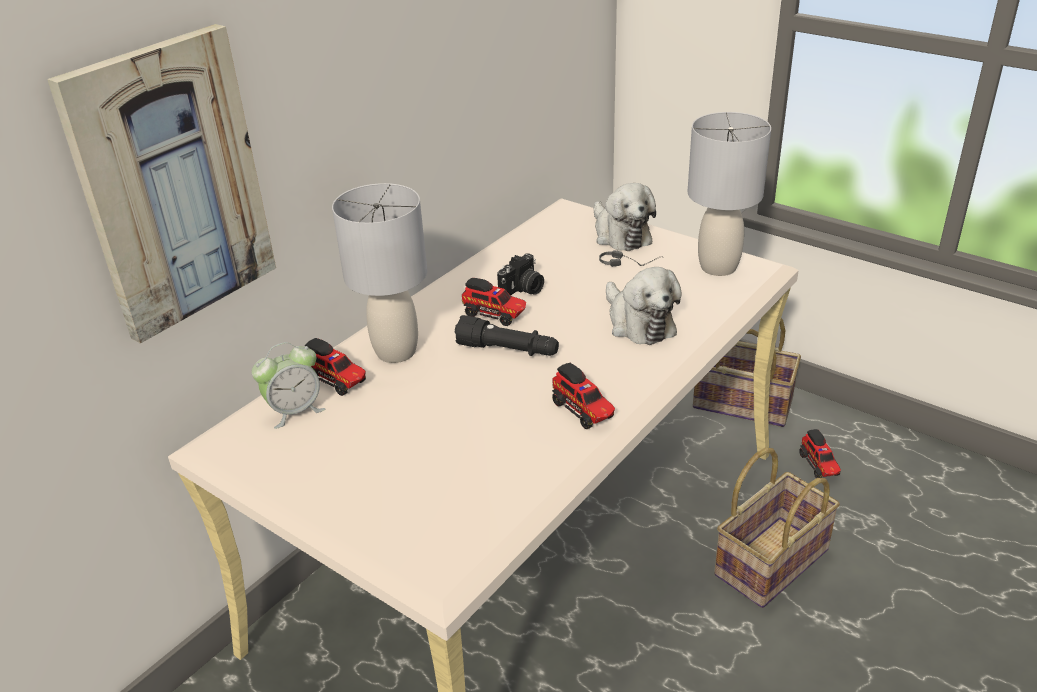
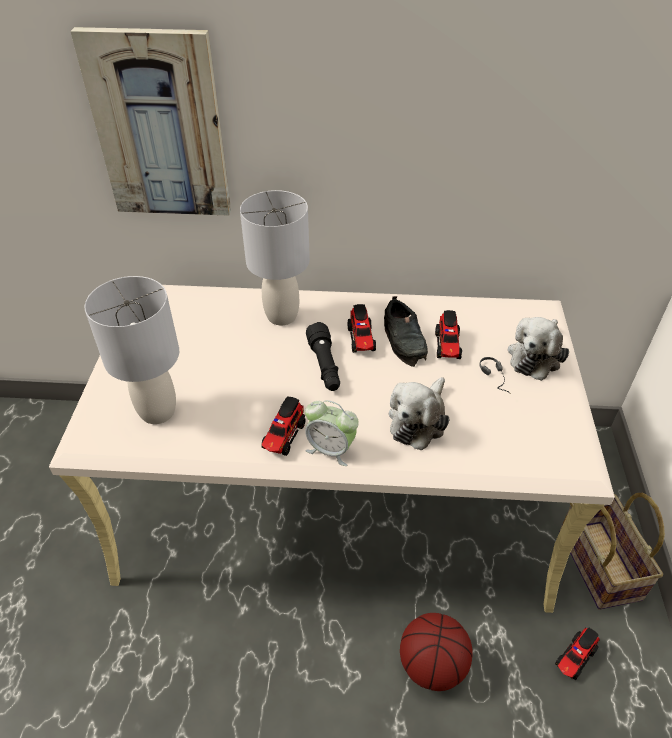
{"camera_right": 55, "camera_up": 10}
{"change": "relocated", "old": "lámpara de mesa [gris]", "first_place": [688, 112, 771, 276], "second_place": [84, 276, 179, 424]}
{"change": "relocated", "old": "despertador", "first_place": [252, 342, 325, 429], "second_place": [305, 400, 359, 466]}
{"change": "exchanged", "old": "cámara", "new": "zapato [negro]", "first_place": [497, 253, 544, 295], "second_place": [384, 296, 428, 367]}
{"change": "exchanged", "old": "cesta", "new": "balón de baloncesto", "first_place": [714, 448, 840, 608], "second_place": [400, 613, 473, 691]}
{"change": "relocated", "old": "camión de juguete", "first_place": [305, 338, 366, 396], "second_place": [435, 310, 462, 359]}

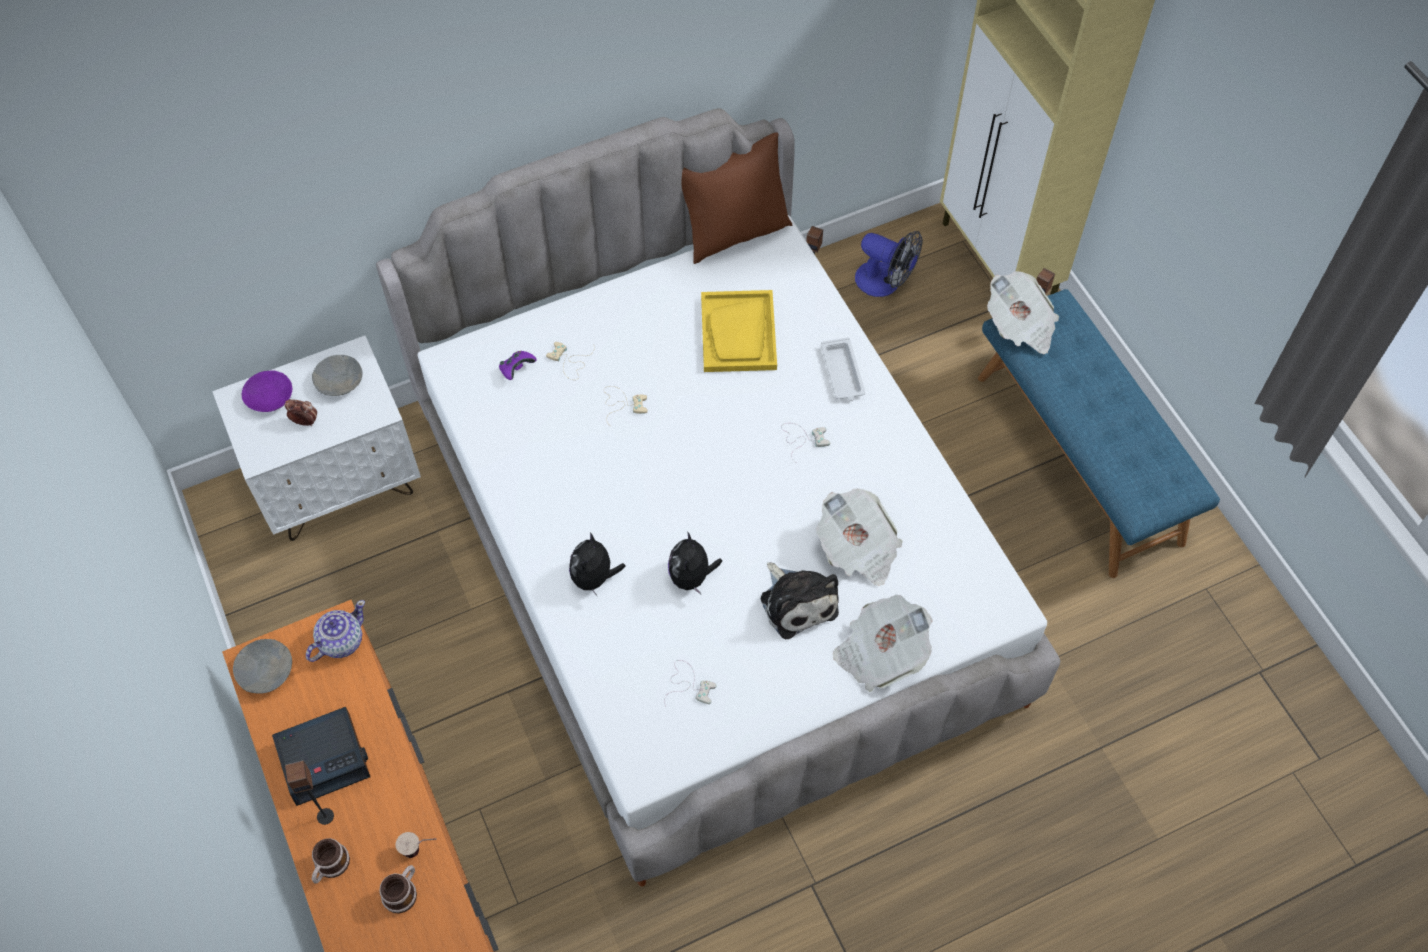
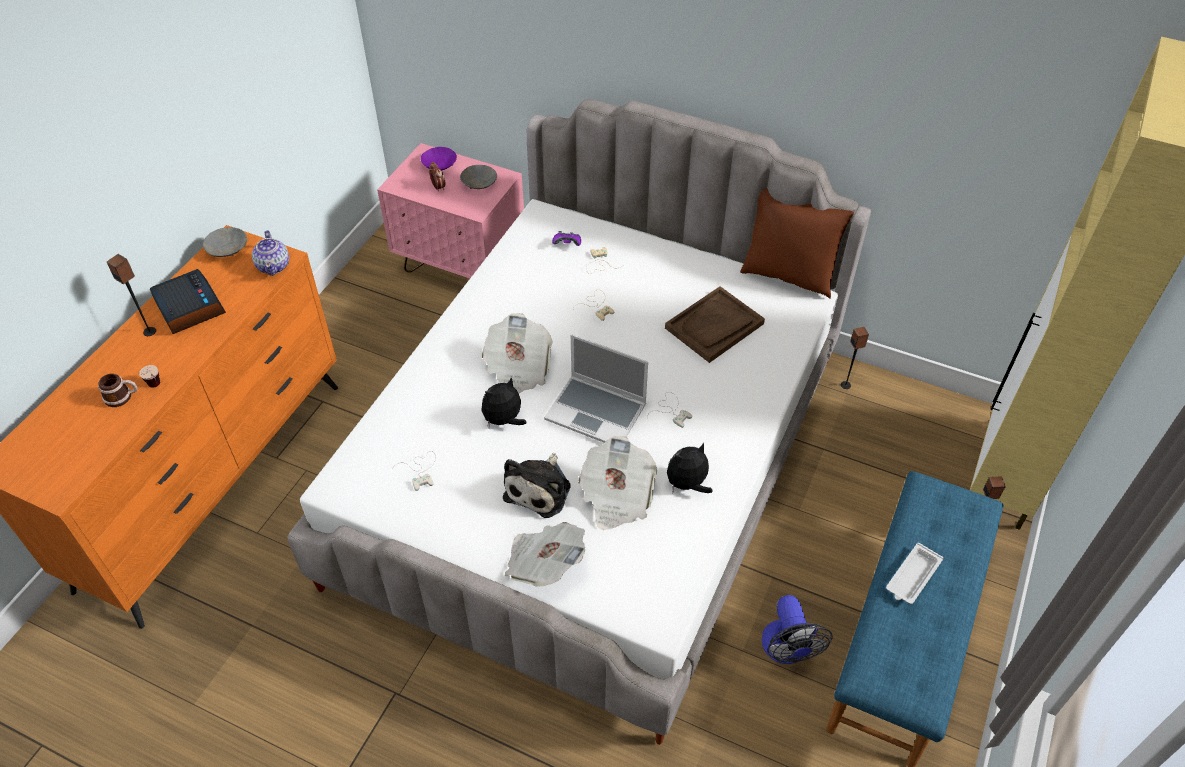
{"camera_right": 50, "camera_up": -10}
{"change": "spun", "old": "despertador", "first_place": [272, 707, 370, 806], "second_place": [150, 269, 226, 334], "degrees": -150}
{"change": "spun", "old": "tetera", "first_place": [306, 600, 365, 662], "second_place": [252, 231, 289, 276], "degrees": 75}
{"change": "colour", "old": "mesita de noche [blanco]", "new": "mesita de noche [rosa]", "first_place": [212, 335, 421, 541], "second_place": [377, 143, 524, 278]}
{"change": "relocated", "old": "periódico", "first_place": [987, 271, 1059, 354], "second_place": [482, 313, 553, 394]}
{"change": "appeared", "new": "portátil", "second_place": [544, 334, 648, 443]}
{"change": "colour", "old": "bandeja [amarillo]", "new": "bandeja [marrón]", "first_place": [701, 290, 777, 372], "second_place": [665, 286, 765, 363]}
{"change": "relocated", "old": "peluche", "first_place": [569, 532, 626, 597], "second_place": [667, 443, 712, 493]}
{"change": "relocated", "old": "ventilador", "first_place": [855, 231, 923, 297], "second_place": [762, 595, 833, 664]}
{"change": "relocated", "old": "bandeja [blanco]", "first_place": [821, 338, 865, 401], "second_place": [886, 543, 943, 604]}
{"change": "missing", "old": "taza grande", "first_place": [312, 838, 350, 884]}

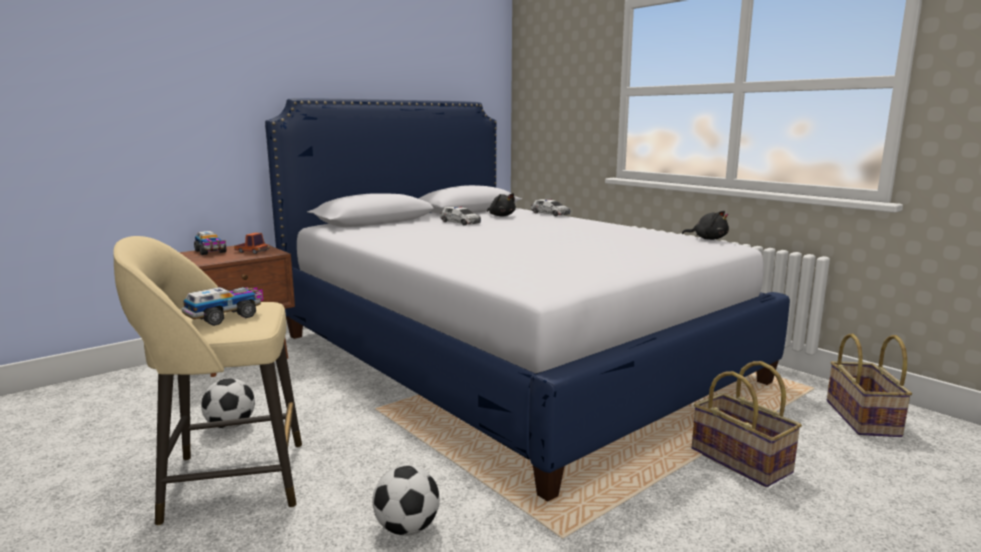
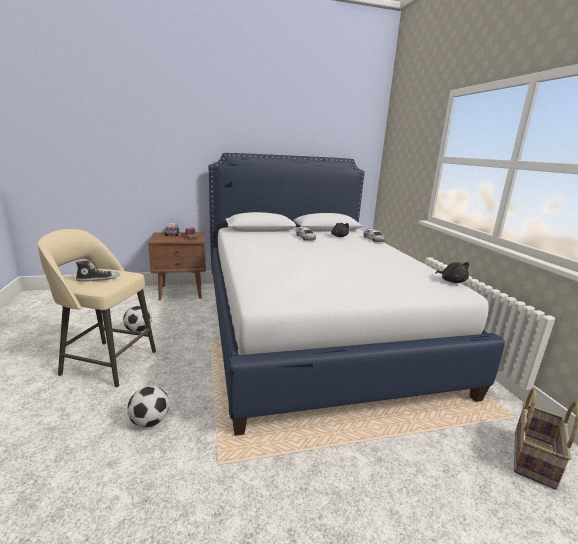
{"camera_right": 25, "camera_up": 5}
{"change": "exchanged", "old": "camión de juguete", "new": "zapato", "first_place": [181, 287, 263, 326], "second_place": [76, 261, 120, 282]}
{"change": "missing", "old": "cesta", "first_place": [692, 361, 802, 487]}

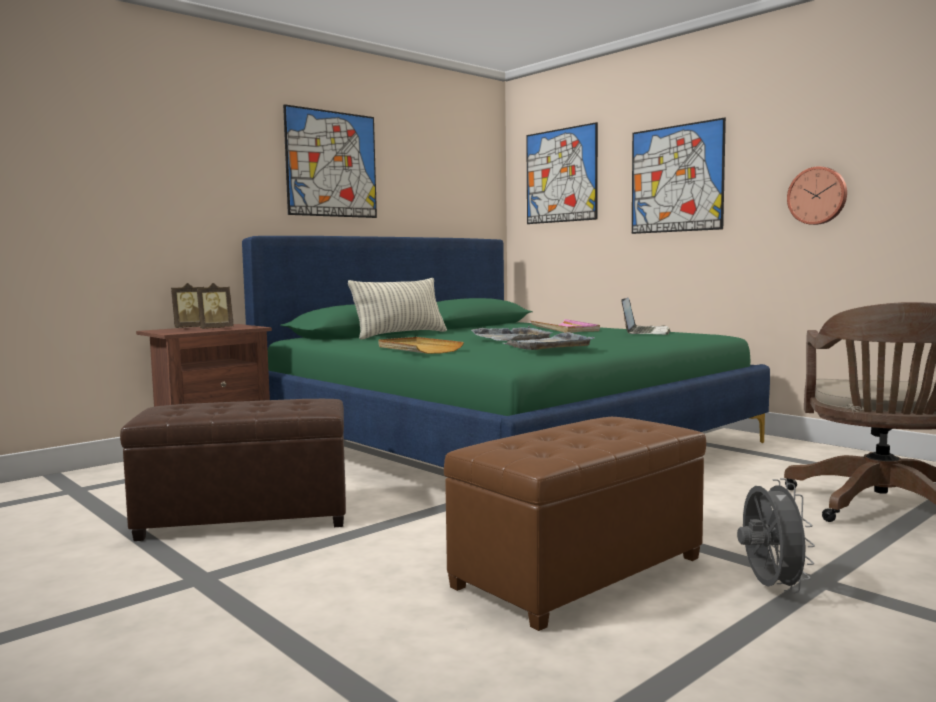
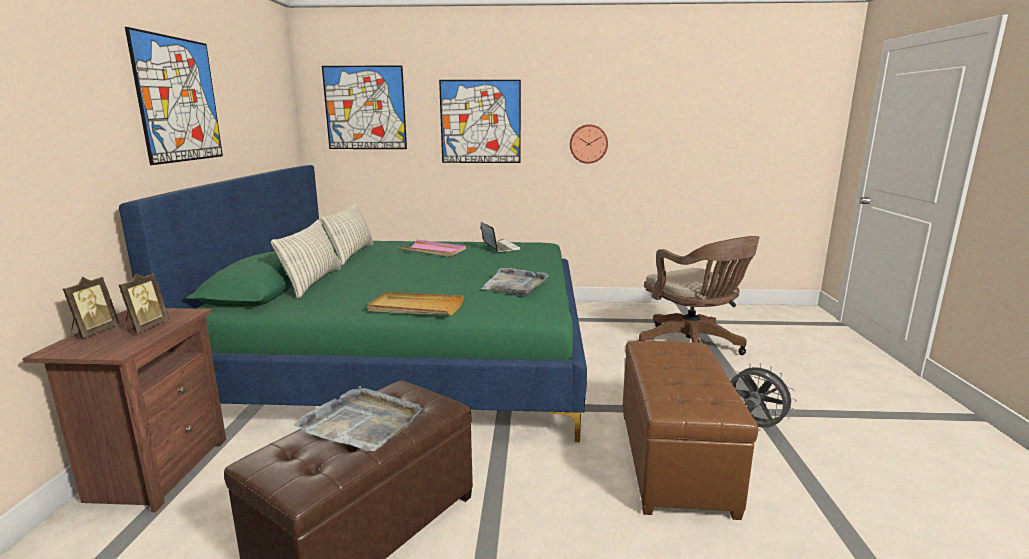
{"camera_right": -45, "camera_up": 10}
{"change": "relocated", "old": "bandeja [gris]", "first_place": [471, 326, 553, 341], "second_place": [293, 386, 423, 451]}
{"change": "appeared", "new": "cojín", "second_place": [321, 203, 373, 266]}

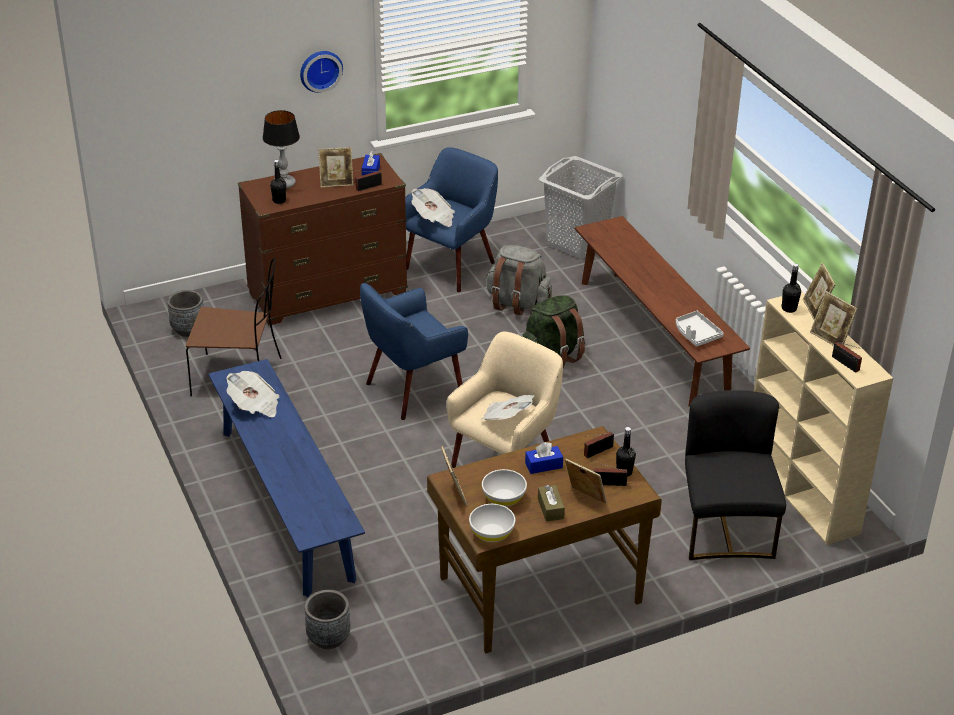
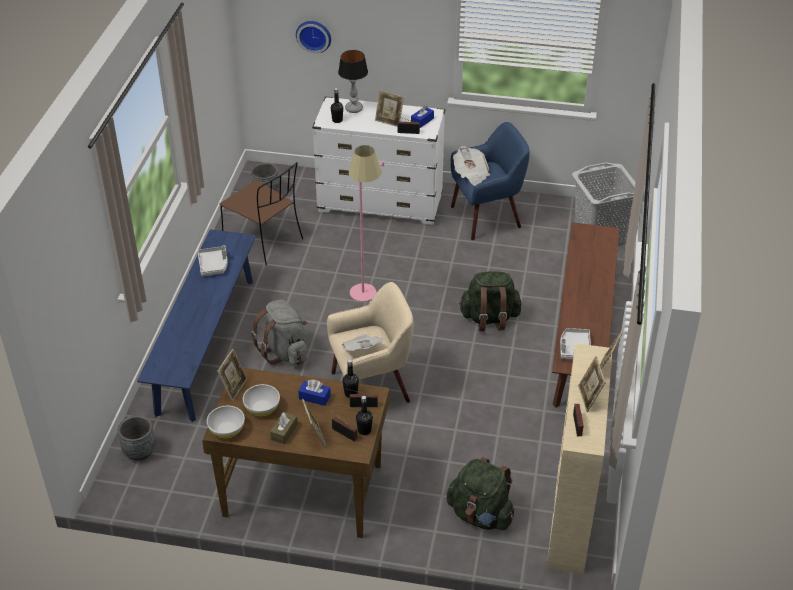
{"camera_right": 35, "camera_up": 5}
{"change": "exchanged", "old": "periódico", "new": "bandeja [gris]", "first_place": [226, 371, 279, 417], "second_place": [197, 245, 228, 276]}
{"change": "relocated", "old": "mochila [gris]", "first_place": [486, 245, 552, 315], "second_place": [252, 300, 308, 366]}
{"change": "relocated", "old": "reloj de pared", "first_place": [300, 51, 343, 93], "second_place": [296, 21, 331, 53]}
{"change": "colour", "old": "cómoda [marrón]", "new": "cómoda [blanco]", "first_place": [238, 153, 408, 325], "second_place": [312, 97, 445, 225]}
{"change": "relocated", "old": "botella [negro]", "first_place": [781, 263, 801, 313], "second_place": [343, 359, 359, 398]}
{"change": "exchanged", "old": "sillón [azul]", "new": "lámpara de pie [rosa]", "first_place": [360, 283, 468, 420], "second_place": [349, 145, 384, 302]}
{"change": "exchanged", "old": "silla [negro]", "new": "mochila [verde]", "first_place": [685, 390, 786, 560], "second_place": [446, 457, 514, 530]}

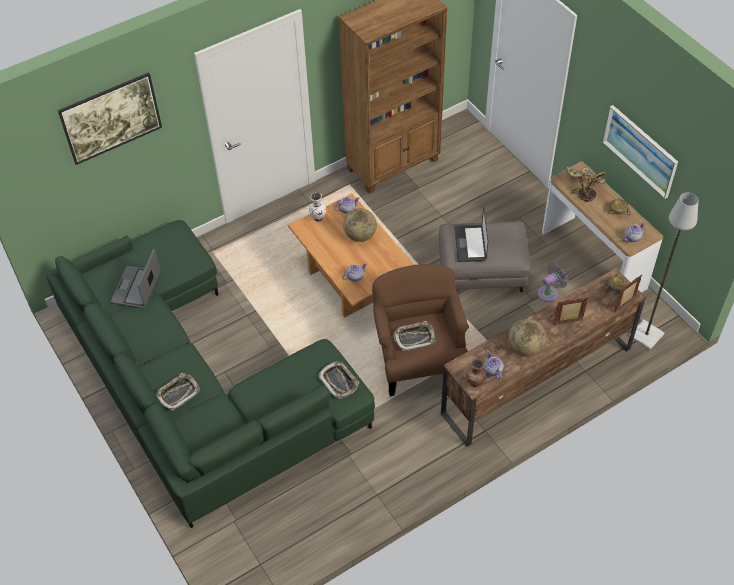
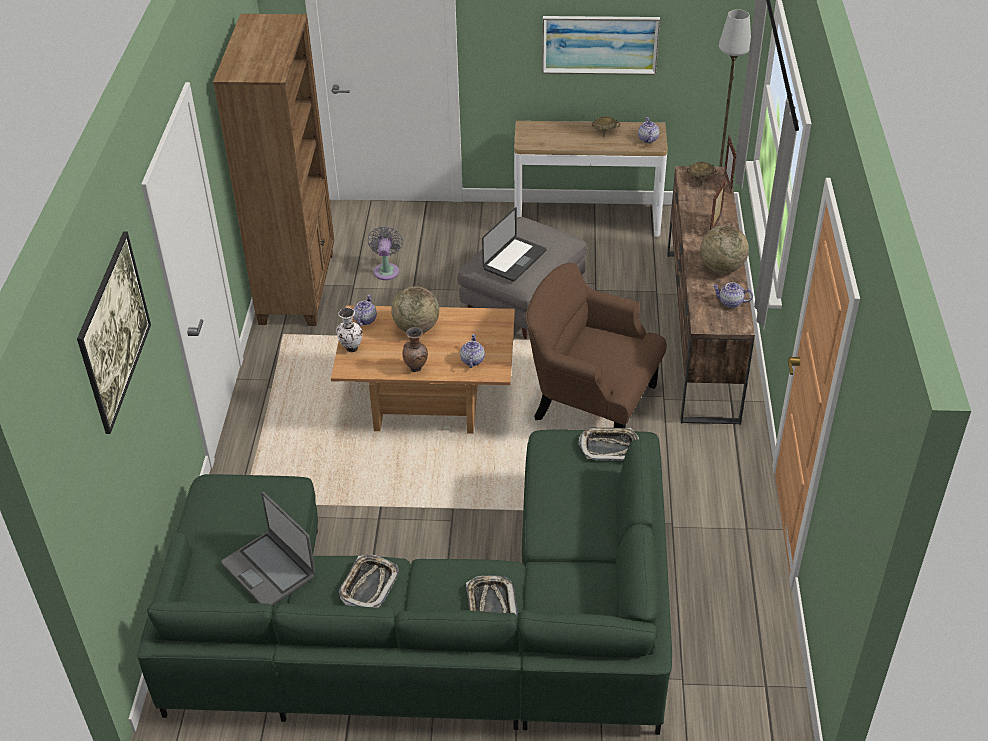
{"camera_right": -55, "camera_up": -10}
{"change": "relocated", "old": "bandeja", "first_place": [393, 321, 436, 351], "second_place": [339, 555, 399, 608]}
{"change": "relocated", "old": "ventilador [gris]", "first_place": [538, 262, 568, 302], "second_place": [368, 226, 403, 280]}
{"change": "relocated", "old": "florero [marrón]", "first_place": [466, 358, 486, 387], "second_place": [402, 327, 428, 372]}
{"change": "spun", "old": "portátil", "first_place": [454, 207, 488, 262], "second_place": [482, 207, 546, 282], "degrees": -90}
{"change": "missing", "old": "planta en maceta", "first_place": [566, 166, 606, 202]}

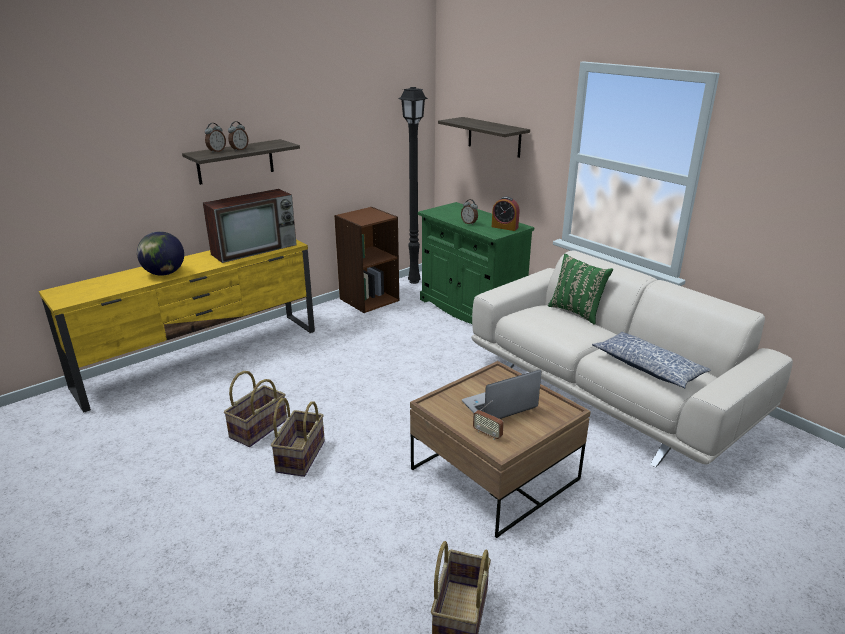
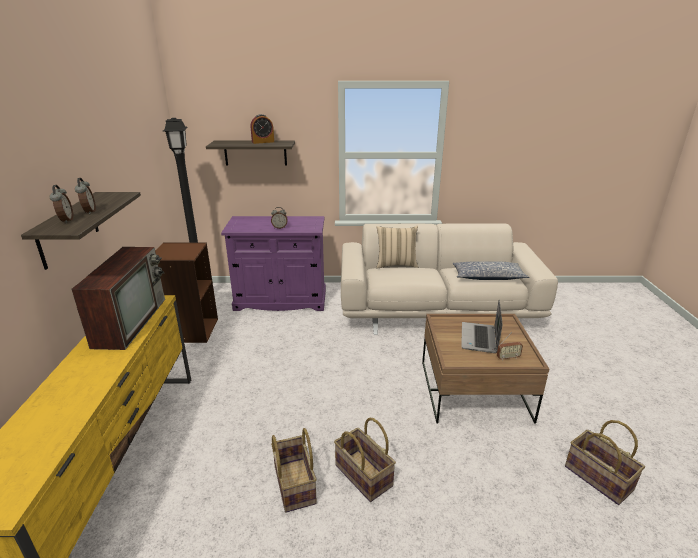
{"camera_right": -50, "camera_up": 0}
{"change": "colour", "old": "armario [verde]", "new": "armario [morado]", "first_place": [418, 202, 534, 324], "second_place": [221, 216, 326, 311]}
{"change": "relocated", "old": "despertador", "first_place": [492, 196, 520, 231], "second_place": [251, 114, 274, 144]}
{"change": "colour", "old": "cojín [verde]", "new": "cojín [beis]", "first_place": [548, 254, 613, 325], "second_place": [376, 225, 418, 269]}
{"change": "missing", "old": "globo terráqueo", "first_place": [137, 231, 184, 276]}

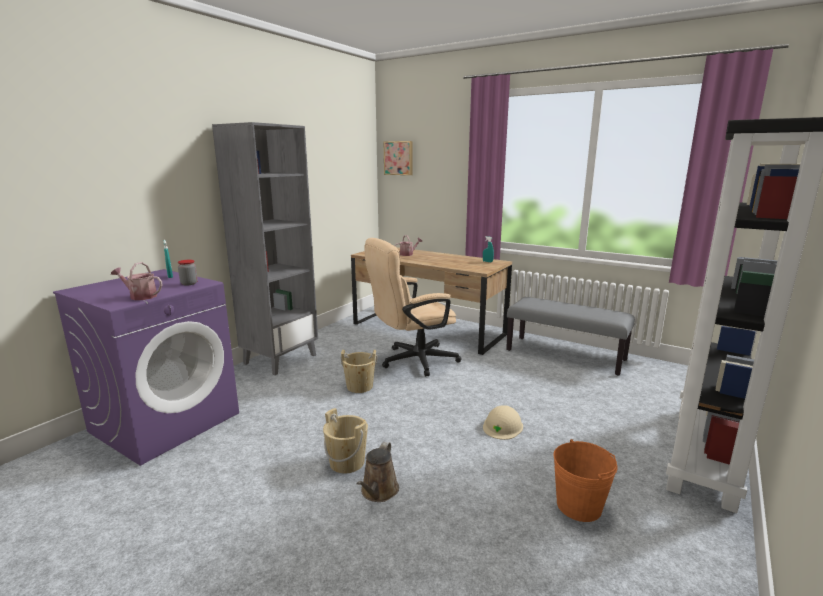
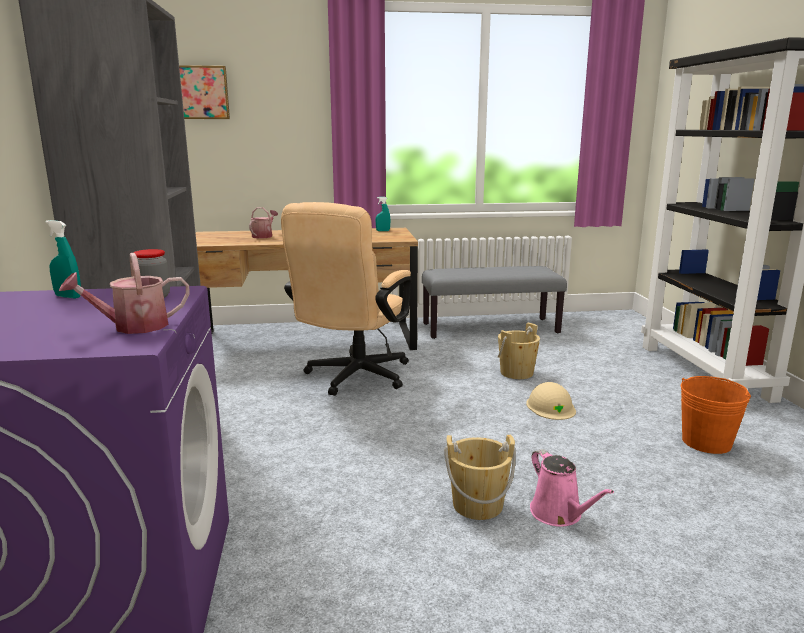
{"camera_right": -40, "camera_up": 0}
{"change": "relocated", "old": "cubo [beis]", "first_place": [340, 350, 378, 393], "second_place": [497, 322, 540, 379]}
{"change": "colour", "old": "regadera [marrón]", "new": "regadera [rosa]", "first_place": [357, 442, 399, 502], "second_place": [530, 449, 614, 527]}

